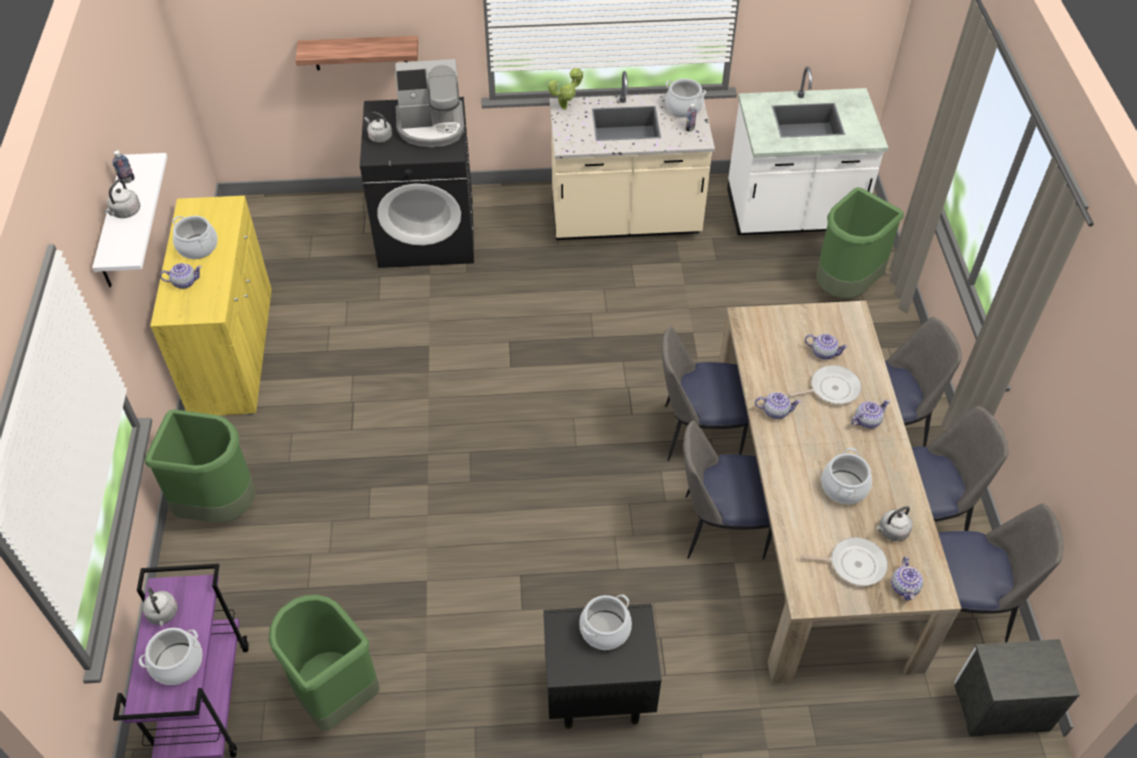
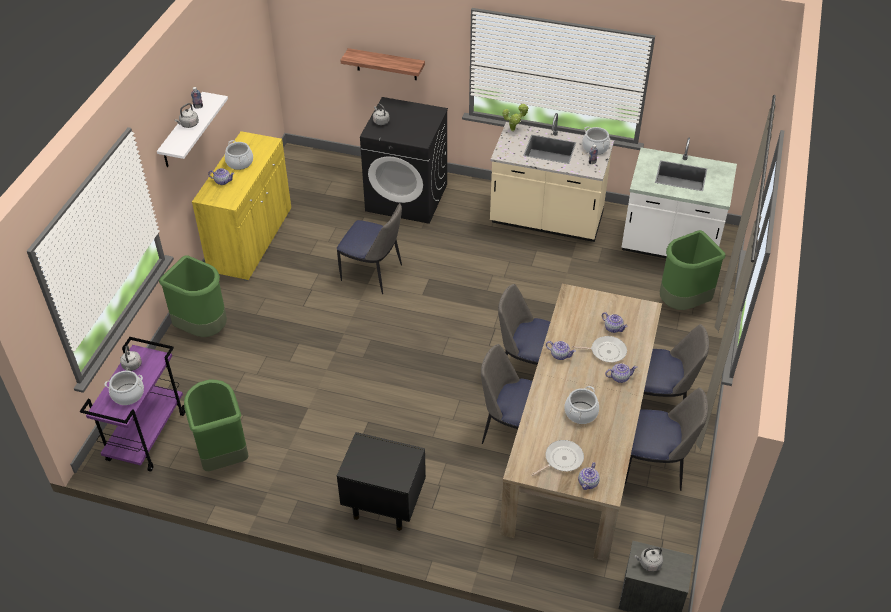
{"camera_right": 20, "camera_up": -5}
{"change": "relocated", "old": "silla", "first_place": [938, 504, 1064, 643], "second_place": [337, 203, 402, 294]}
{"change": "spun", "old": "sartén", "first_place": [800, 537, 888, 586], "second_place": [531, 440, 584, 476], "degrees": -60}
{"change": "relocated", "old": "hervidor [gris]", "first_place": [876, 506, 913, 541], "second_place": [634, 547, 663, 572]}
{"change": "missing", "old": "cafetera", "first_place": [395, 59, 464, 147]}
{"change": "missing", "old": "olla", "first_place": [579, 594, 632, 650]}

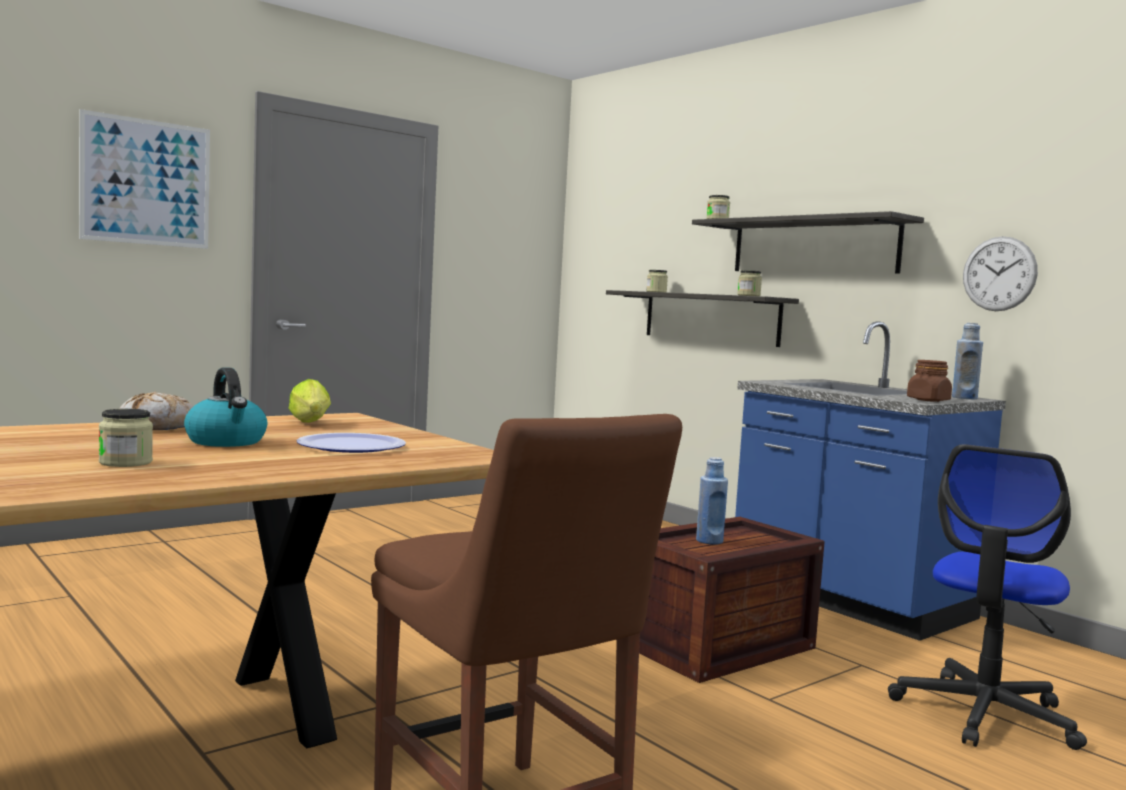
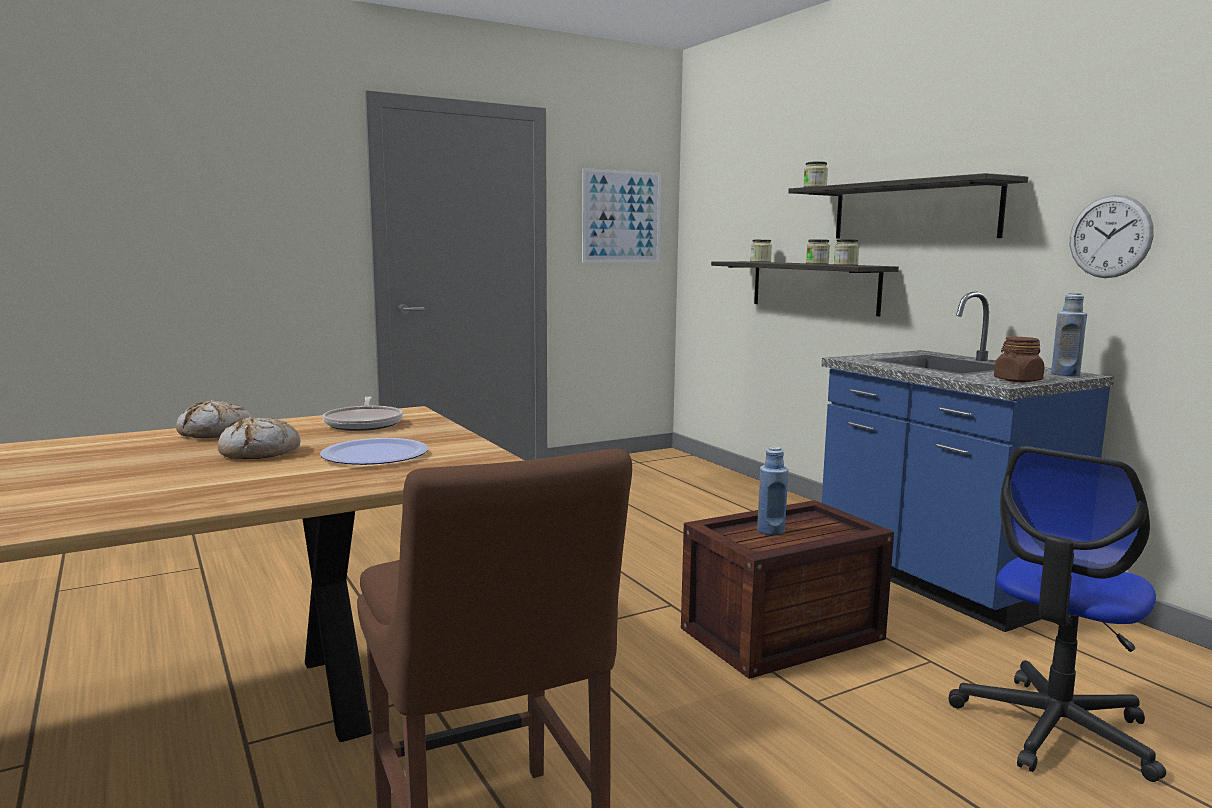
{"camera_right": 10, "camera_up": 5}
{"change": "exchanged", "old": "hervidor", "new": "pan", "first_place": [184, 368, 268, 447], "second_place": [218, 417, 300, 459]}
{"change": "exchanged", "old": "lechuga", "new": "sartén", "first_place": [289, 379, 331, 422], "second_place": [323, 396, 403, 431]}
{"change": "relocated", "old": "cuadro", "first_place": [79, 109, 210, 249], "second_place": [582, 168, 661, 263]}
{"change": "relocated", "old": "tarro", "first_place": [99, 409, 153, 467], "second_place": [806, 240, 830, 264]}

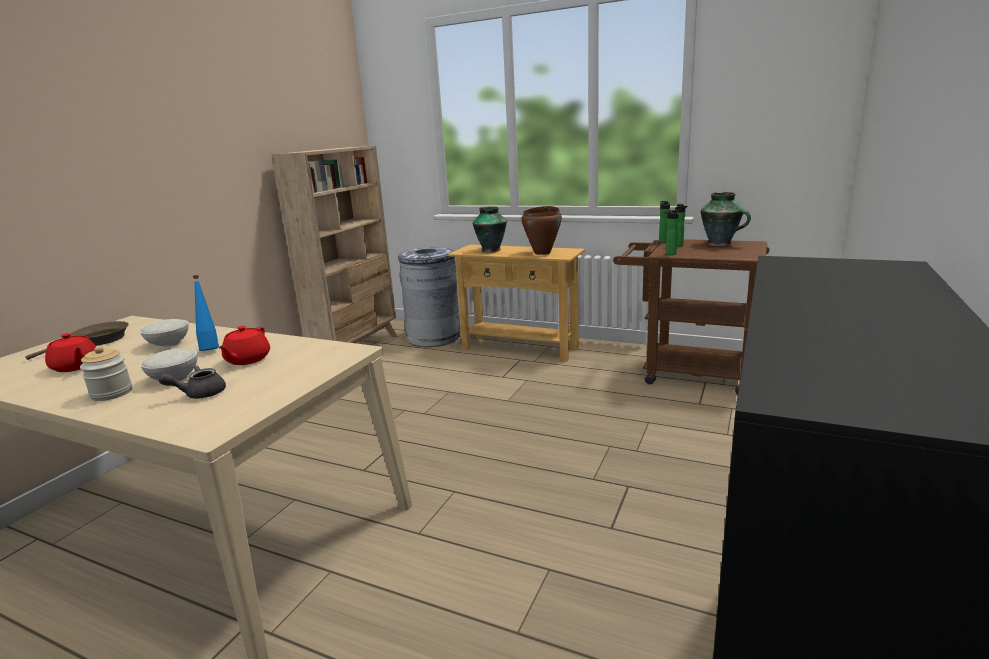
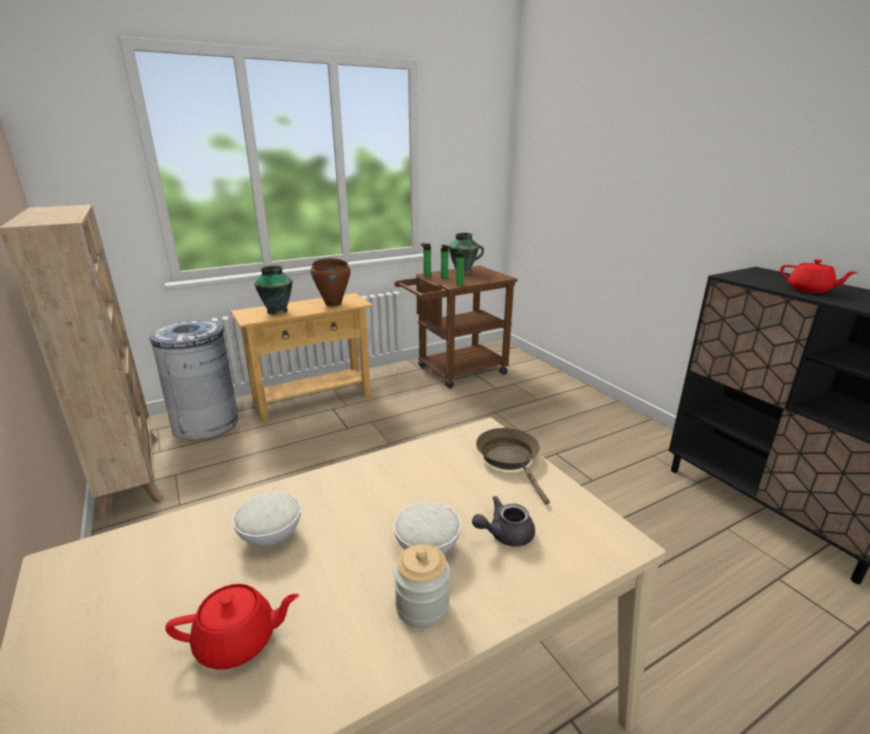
{"camera_right": -55, "camera_up": 5}
{"change": "spun", "old": "tetera [gris]", "first_place": [159, 365, 226, 399], "second_place": [472, 496, 535, 547], "degrees": 60}
{"change": "relocated", "old": "sartén [marrón]", "first_place": [25, 321, 129, 360], "second_place": [476, 428, 549, 505]}
{"change": "relocated", "old": "tetera [rojo]", "first_place": [218, 326, 270, 365], "second_place": [780, 259, 858, 293]}
{"change": "missing", "old": "botella [azul]", "first_place": [193, 275, 219, 351]}

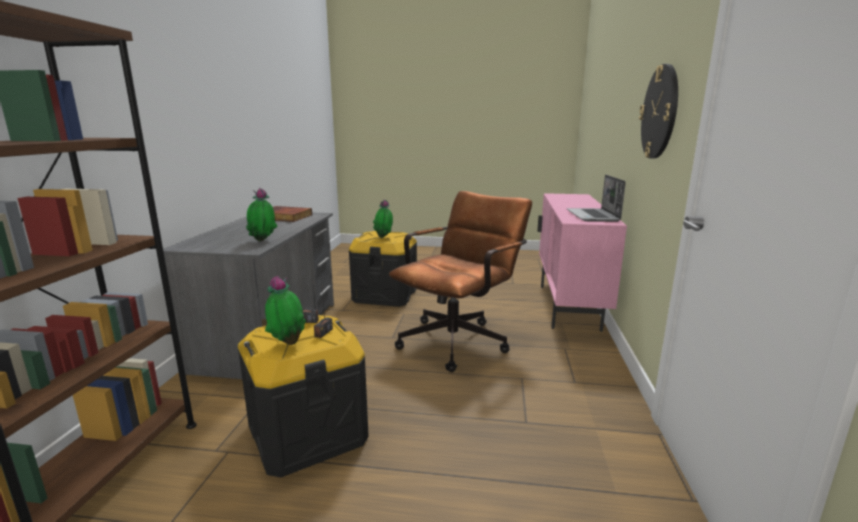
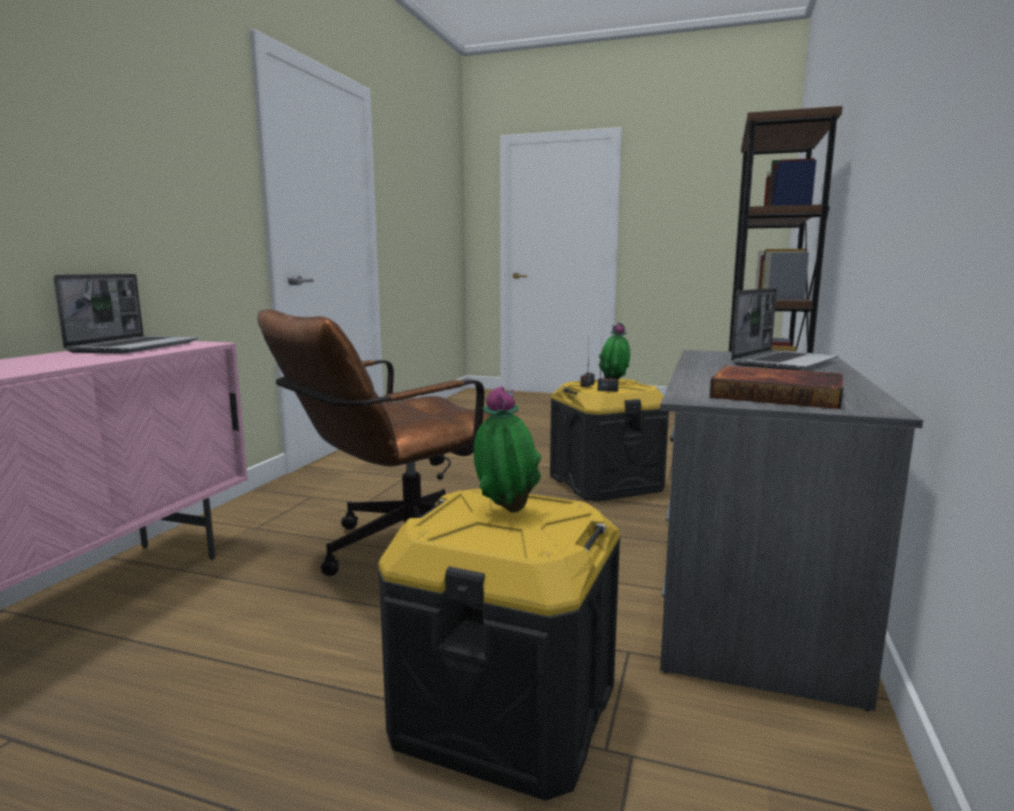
{"camera_right": -170, "camera_up": -5}
{"change": "appeared", "new": "portátil", "second_place": [731, 288, 838, 370]}
{"change": "missing", "old": "planta en maceta", "first_place": [246, 188, 278, 241]}
{"change": "missing", "old": "reloj de pared", "first_place": [639, 64, 678, 158]}

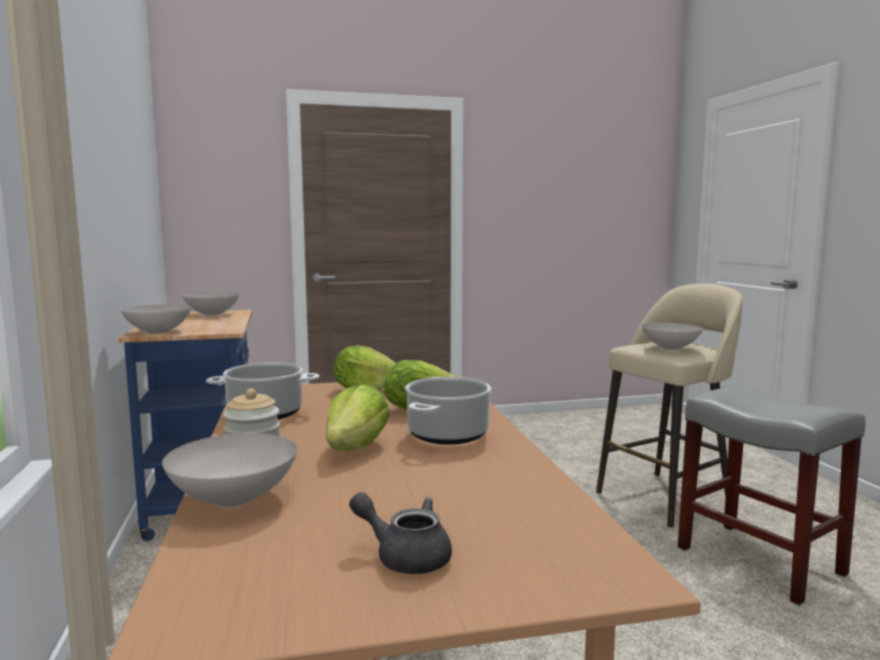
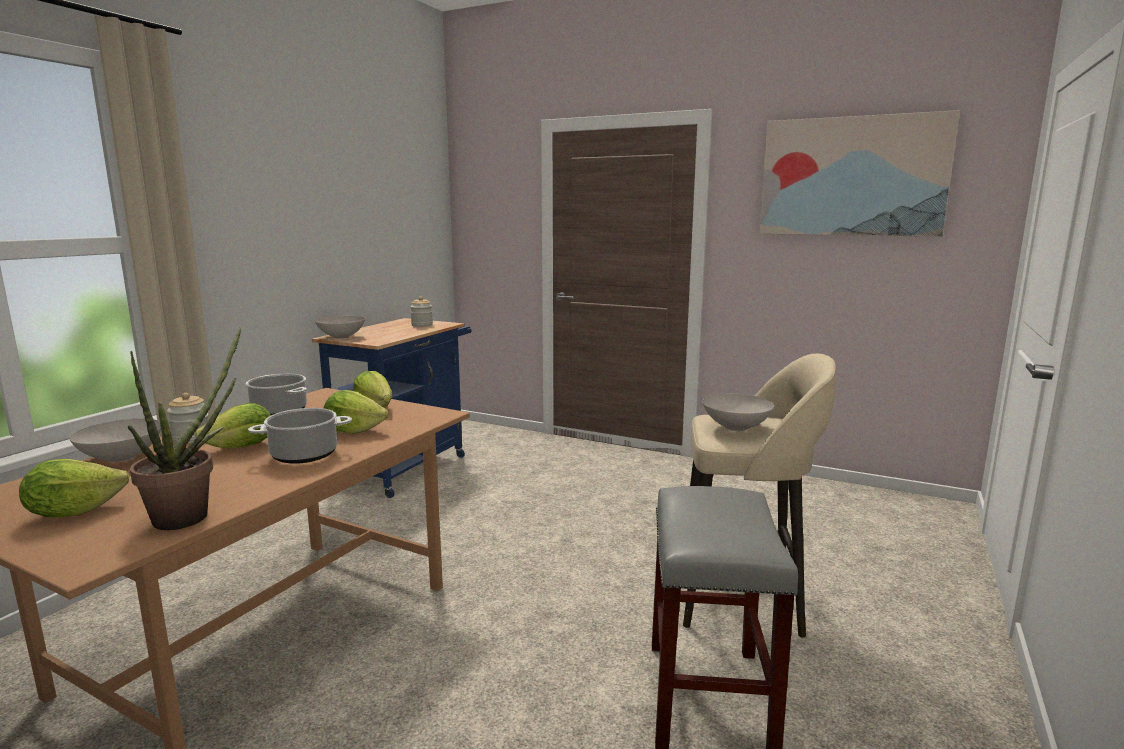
{"camera_right": 40, "camera_up": 5}
{"change": "exchanged", "old": "tetera [gris]", "new": "lechuga", "first_place": [349, 492, 452, 574], "second_place": [19, 459, 130, 517]}
{"change": "appeared", "new": "planta en maceta", "second_place": [128, 328, 241, 530]}
{"change": "exchanged", "old": "cuenco [blanco]", "new": "tarro", "first_place": [182, 292, 239, 316], "second_place": [410, 297, 433, 327]}
{"change": "appeared", "new": "cuadro", "second_place": [759, 110, 960, 237]}

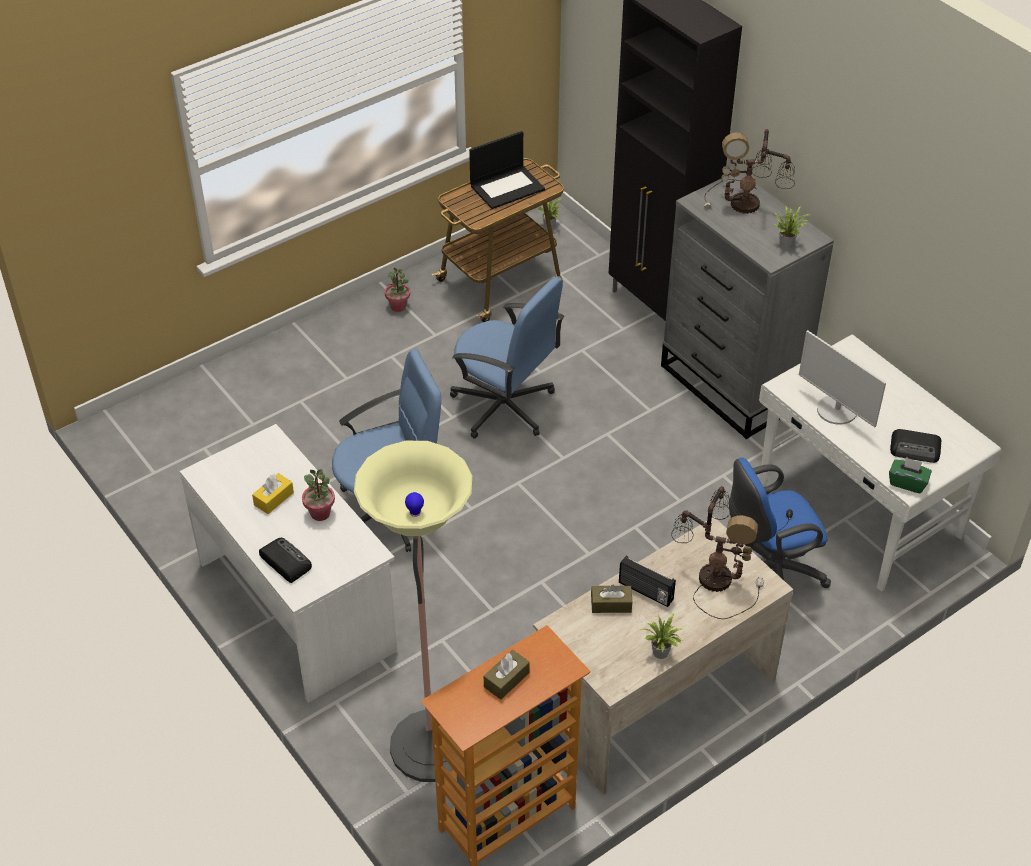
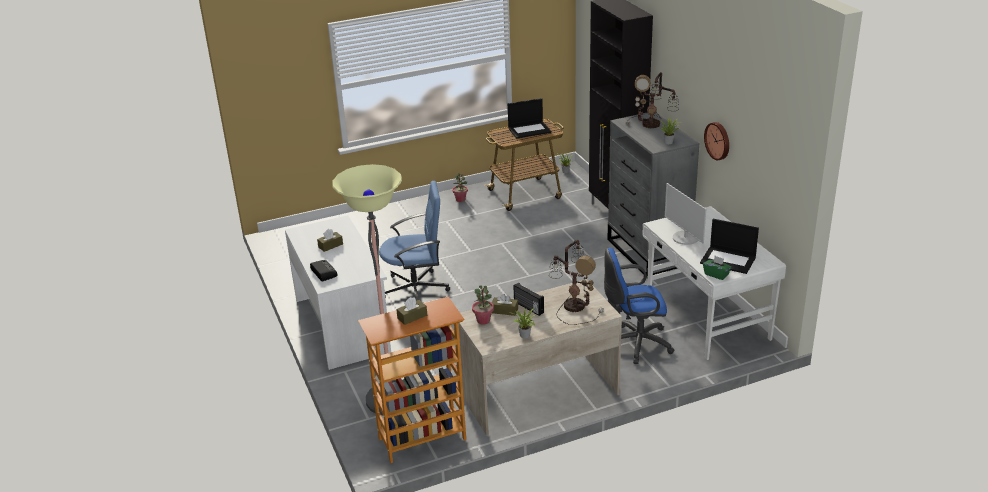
{"camera_right": 15, "camera_up": -15}
{"change": "colour", "old": "caja de pañuelos [amarillo]", "new": "caja de pañuelos [marrón]", "first_place": [252, 473, 294, 514], "second_place": [317, 229, 343, 252]}
{"change": "relocated", "old": "planta en maceta", "first_place": [302, 469, 335, 521], "second_place": [472, 285, 494, 325]}
{"change": "exchanged", "old": "radio", "new": "portátil", "first_place": [890, 429, 941, 463], "second_place": [700, 219, 759, 274]}
{"change": "appeared", "new": "reloj de pared", "second_place": [704, 122, 729, 160]}
{"change": "missing", "old": "silla de oficina [azul]", "first_place": [450, 277, 564, 439]}

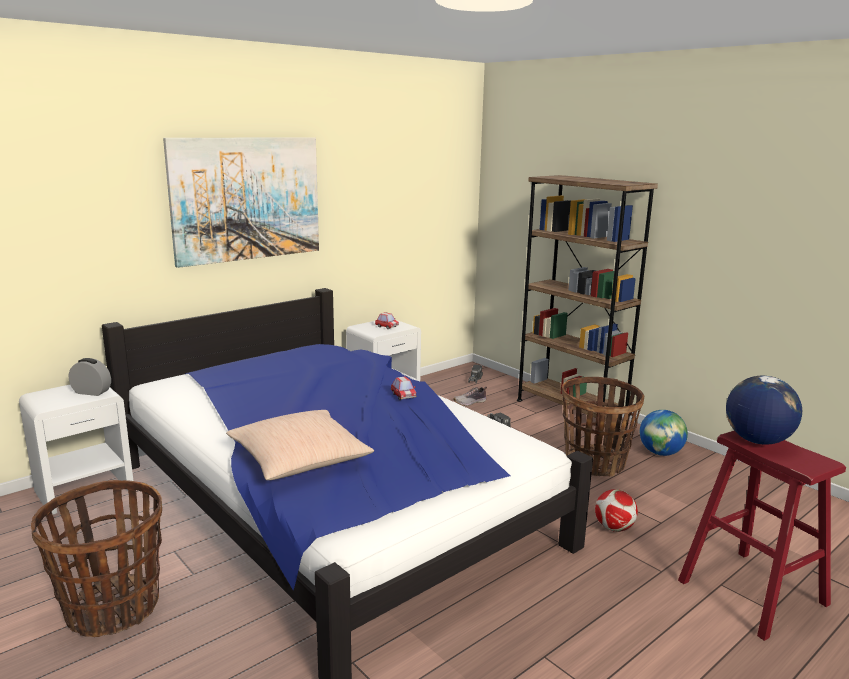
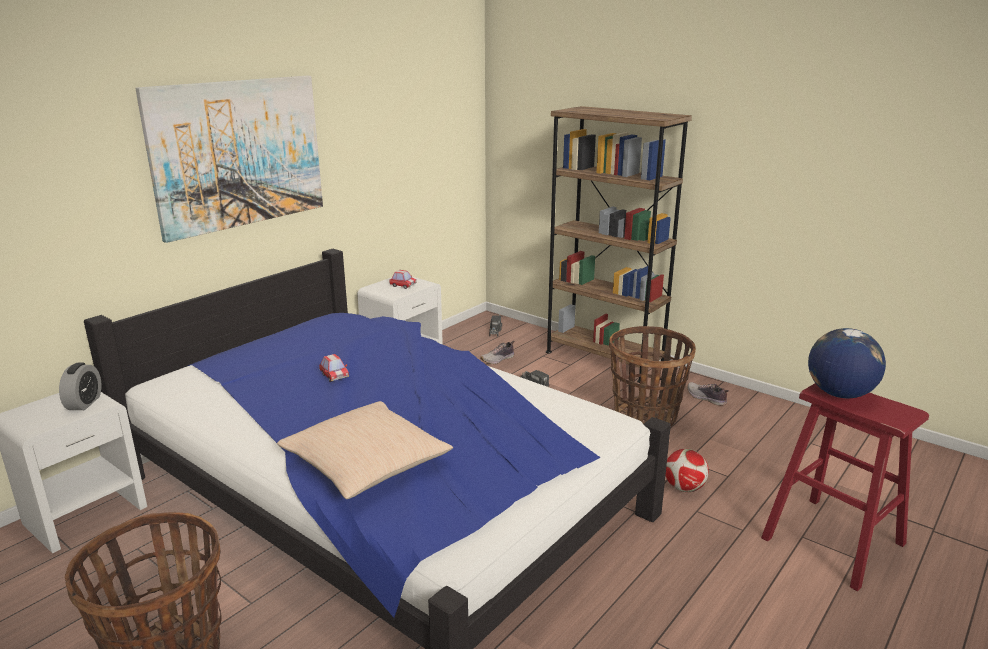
{"camera_right": -10, "camera_up": 5}
{"change": "spun", "old": "despertador", "first_place": [69, 358, 111, 396], "second_place": [59, 363, 101, 410], "degrees": 90}
{"change": "relocated", "old": "coche de juguete", "first_place": [391, 376, 416, 400], "second_place": [319, 354, 349, 382]}
{"change": "exchanged", "old": "globo terráqueo", "new": "zapato", "first_place": [640, 410, 688, 456], "second_place": [687, 382, 729, 406]}

